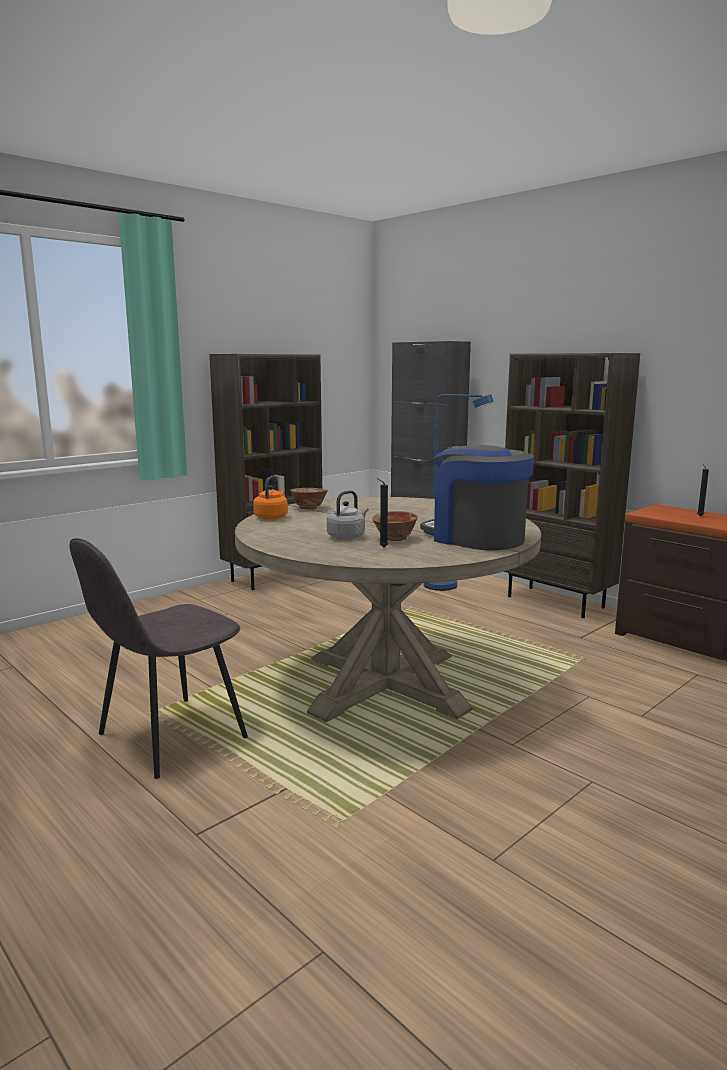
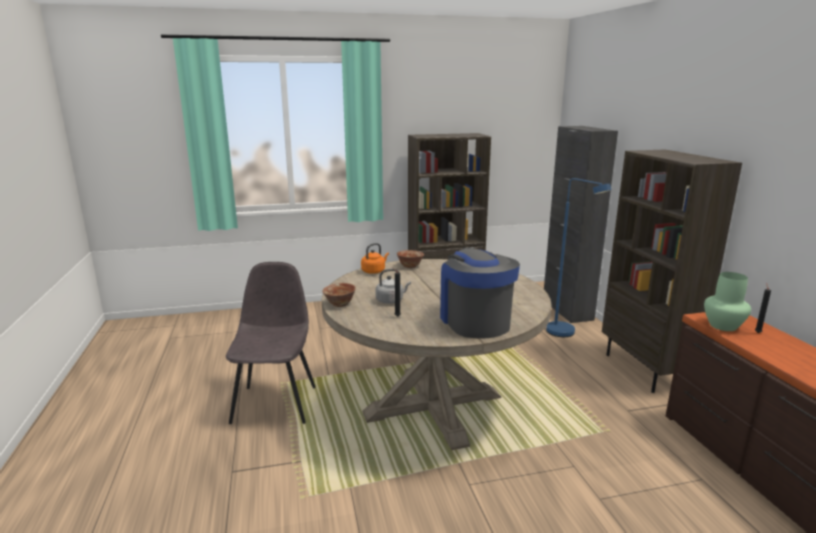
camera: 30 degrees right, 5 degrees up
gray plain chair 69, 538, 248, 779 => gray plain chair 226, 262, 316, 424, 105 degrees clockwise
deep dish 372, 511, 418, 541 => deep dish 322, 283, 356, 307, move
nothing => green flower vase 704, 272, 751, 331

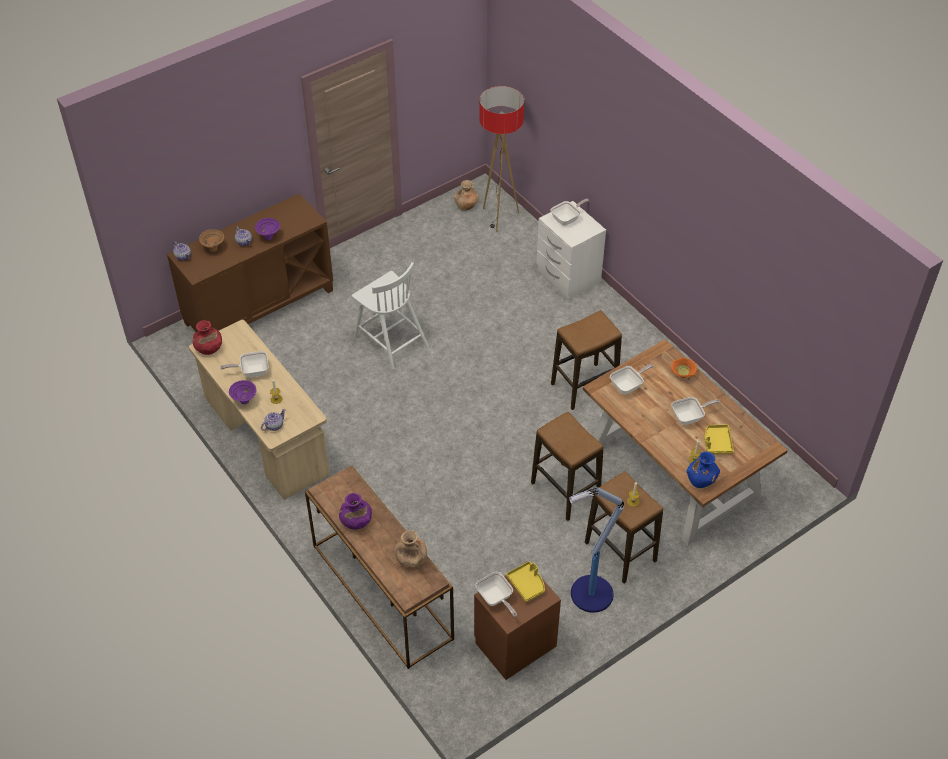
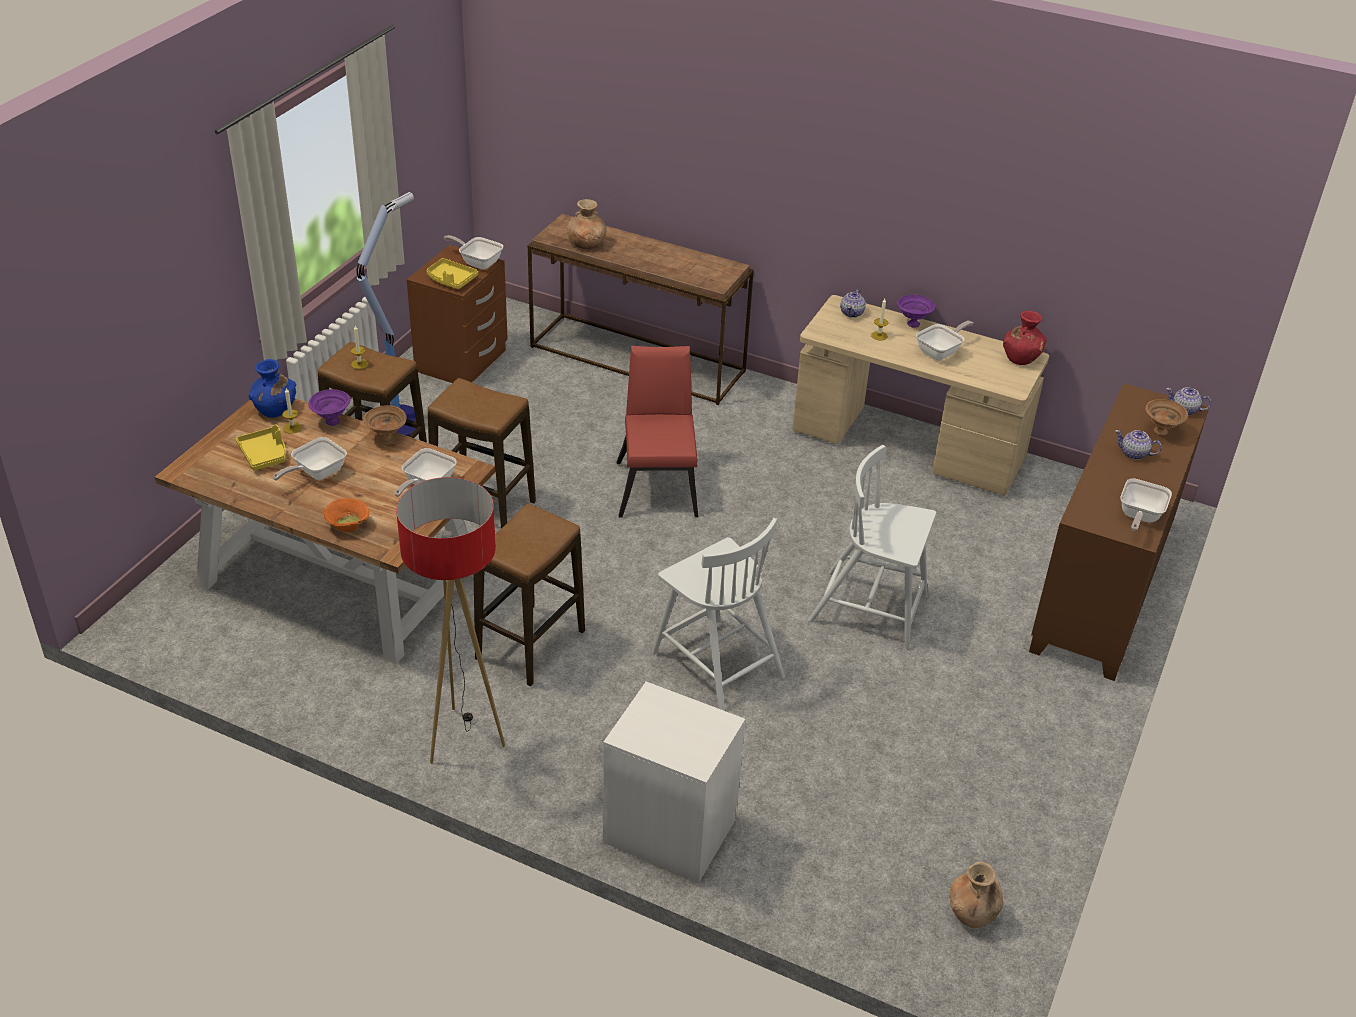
camera: 150 degrees right, 10 degrees down
purple-coloured deep dish 255, 218, 280, 240 => purple-coloured deep dish 308, 389, 351, 426, move
nothing => brownish deep dish 363, 405, 407, 442
standard lamp 479, 86, 524, 232 => standard lamp 396, 477, 505, 764, move
nothing => red-coloured plain chair 617, 346, 698, 518
nothing => white-coloured plain chair 652, 518, 785, 711
pan 551, 199, 589, 226 => pan 1120, 478, 1172, 531, move
purple-coloured flower vase 339, 493, 372, 530 => nothing

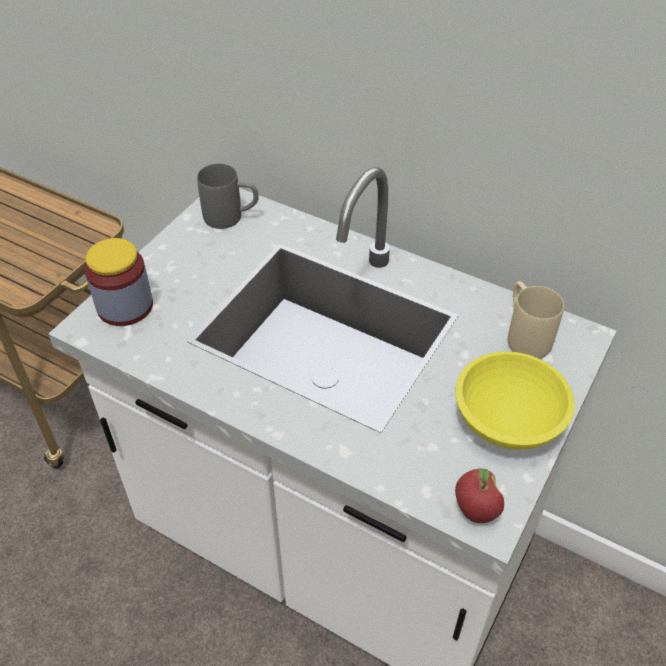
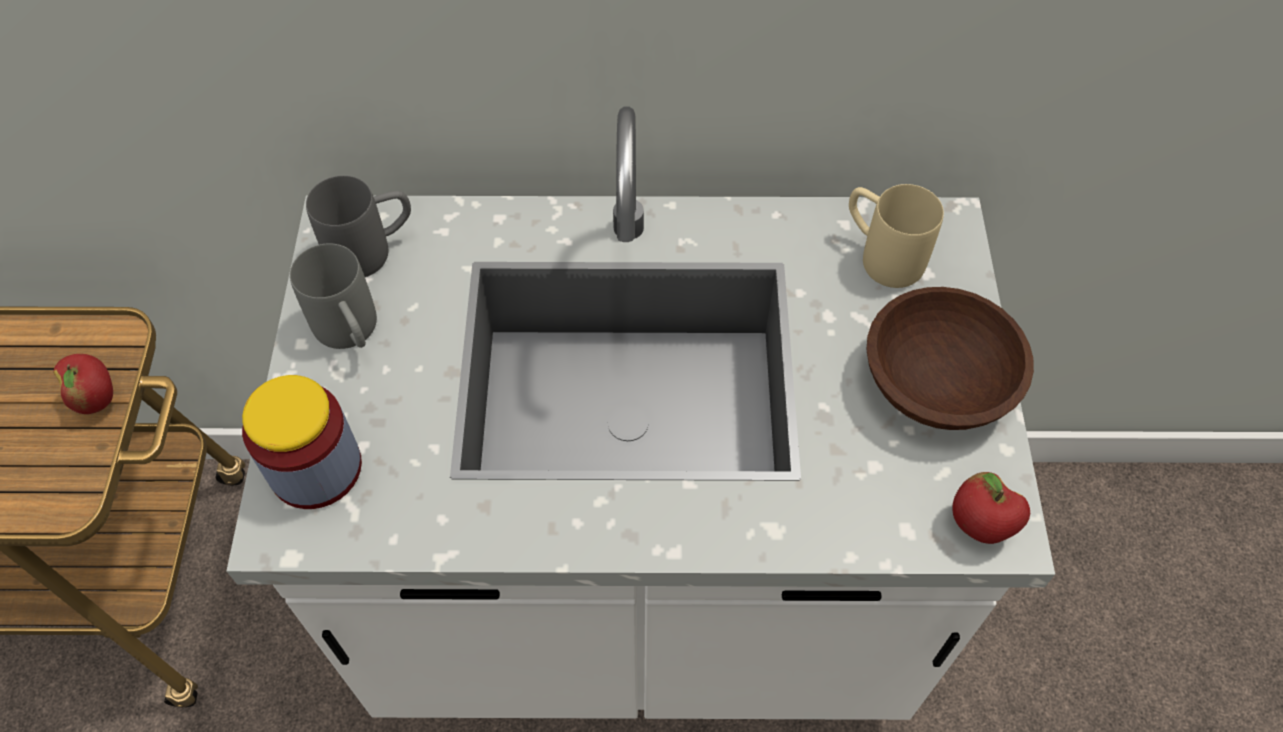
camera: 30 degrees left, 10 degrees up
nothing => whole apple 53, 354, 113, 414
nothing => gray mug 290, 243, 377, 349
yellow deep dish 456, 351, 575, 450 => brownish deep dish 866, 287, 1034, 430

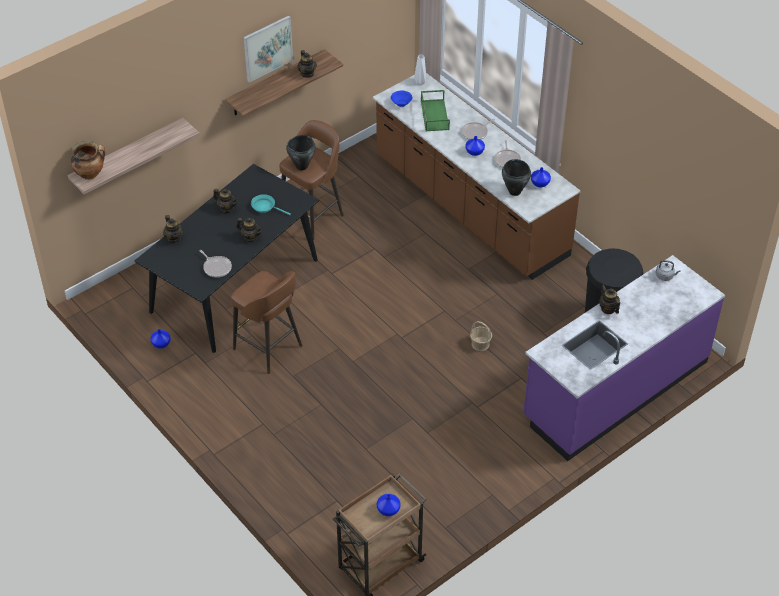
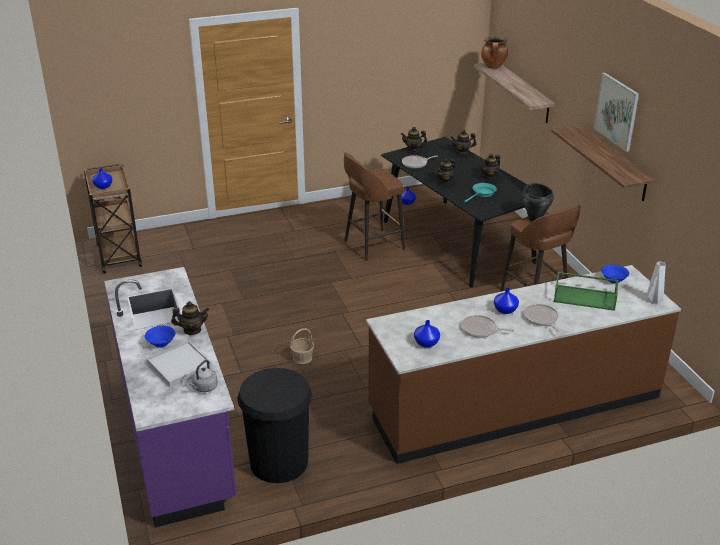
camera: 110 degrees right, 15 degrees down
nothing => blue-coloured deep dish 145, 326, 176, 348
nothing => white-coloured tray 147, 341, 212, 388
teapot 297, 50, 317, 78 => teapot 401, 127, 427, 152, move
black cooking pot 502, 159, 531, 196 => nothing

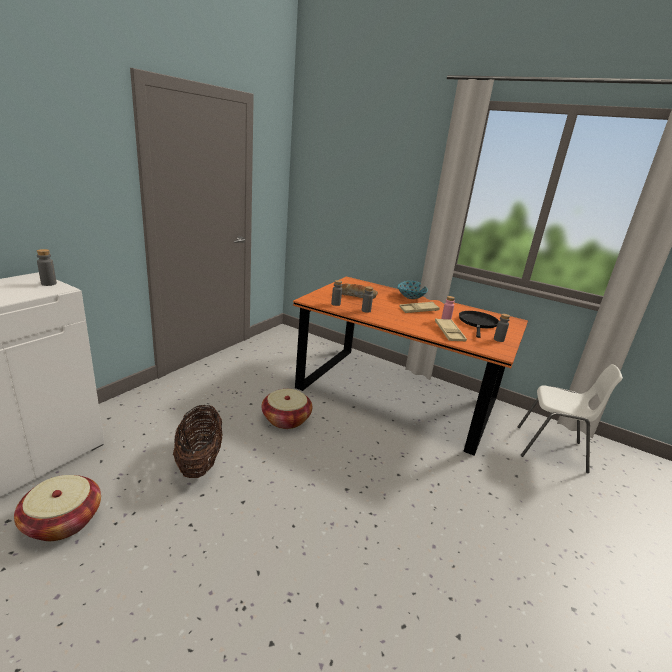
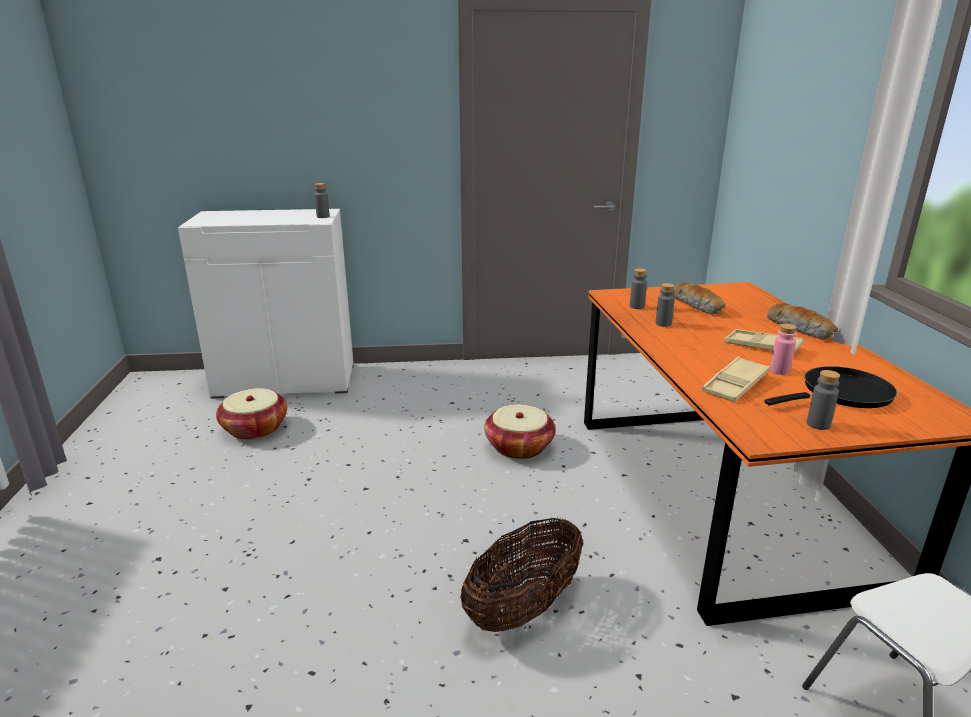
camera: 55 degrees right, 0 degrees up
household basket 173, 404, 222, 478 => household basket 460, 517, 583, 632, move
deep dish 398, 281, 428, 299 => bread 767, 303, 838, 339

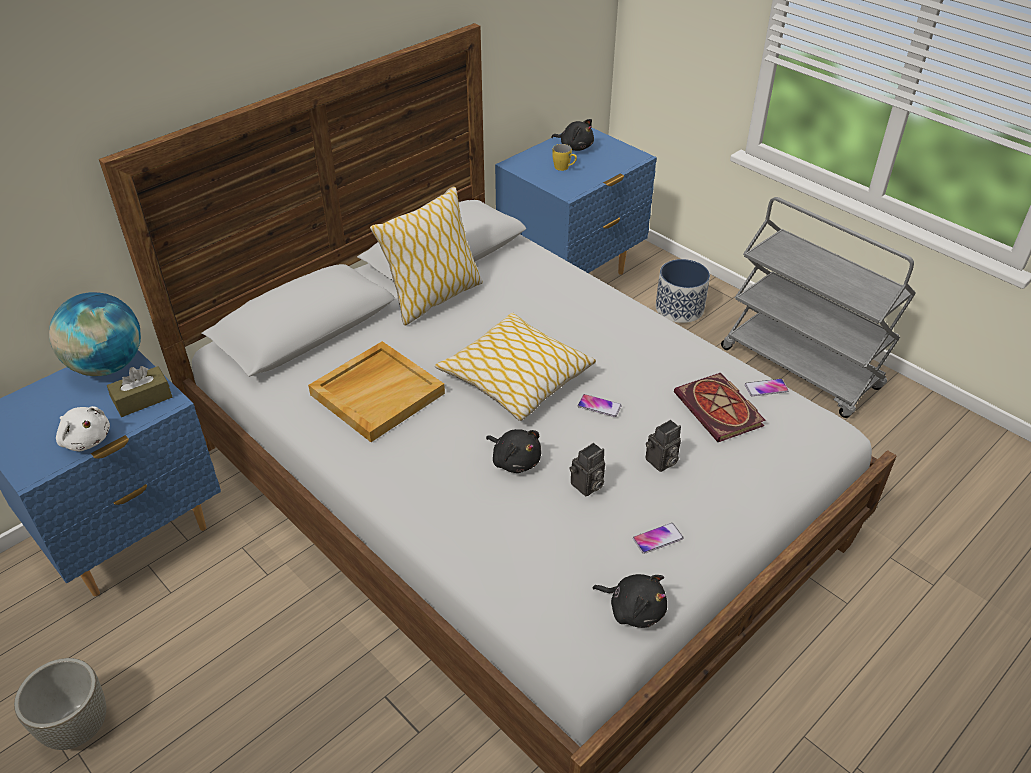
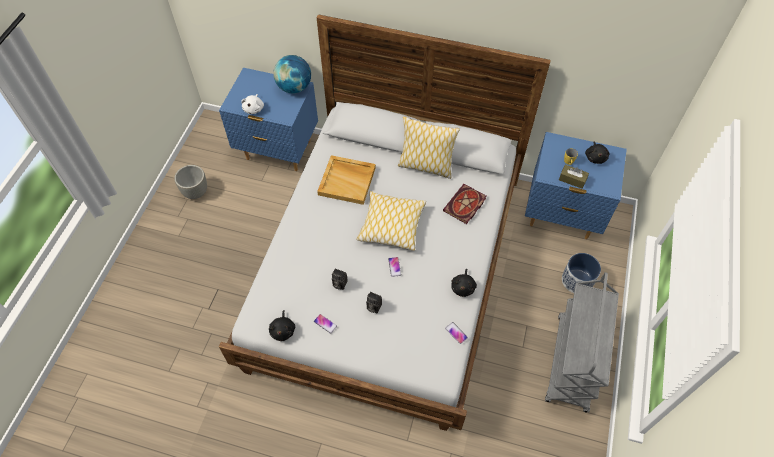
camera: 60 degrees right, 15 degrees up
book 674, 373, 766, 442 => book 443, 184, 487, 224, move
black soft toy 486, 429, 541, 473 => black soft toy 451, 269, 477, 297, move
brownish box of tissues 107, 366, 172, 417 => brownish box of tissues 559, 165, 589, 189, move

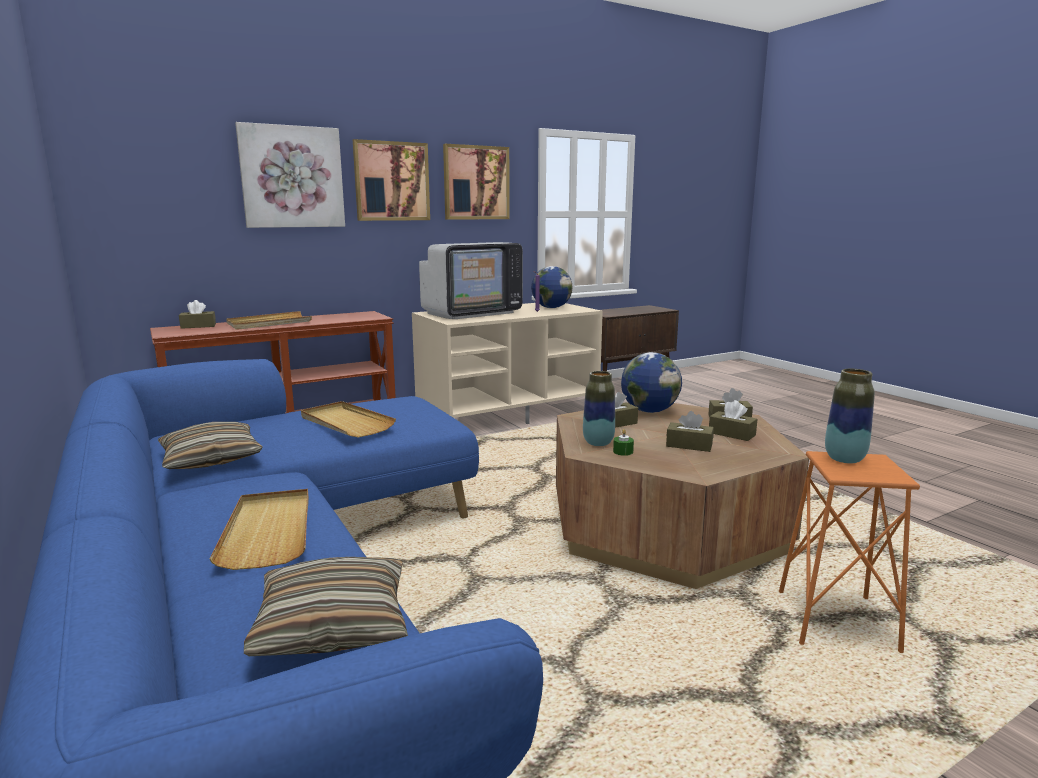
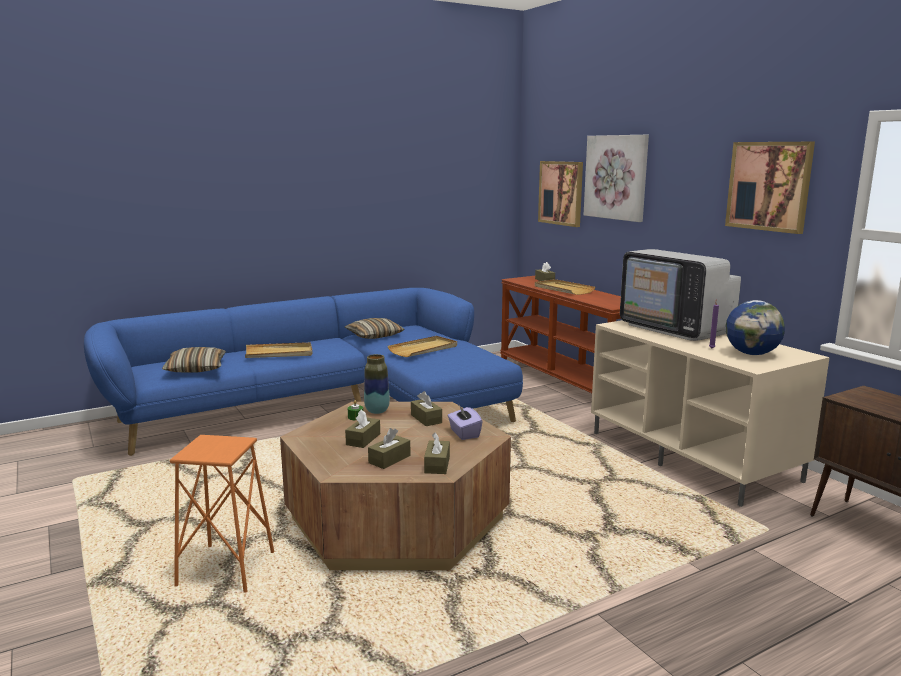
camera: 90 degrees right, 0 degrees up
desk globe 621, 352, 682, 413 => purple-coloured box of tissues 448, 403, 483, 440
wall art 353, 139, 430, 221 => wall art 538, 161, 583, 227, move
flower vase 825, 369, 875, 463 => nothing

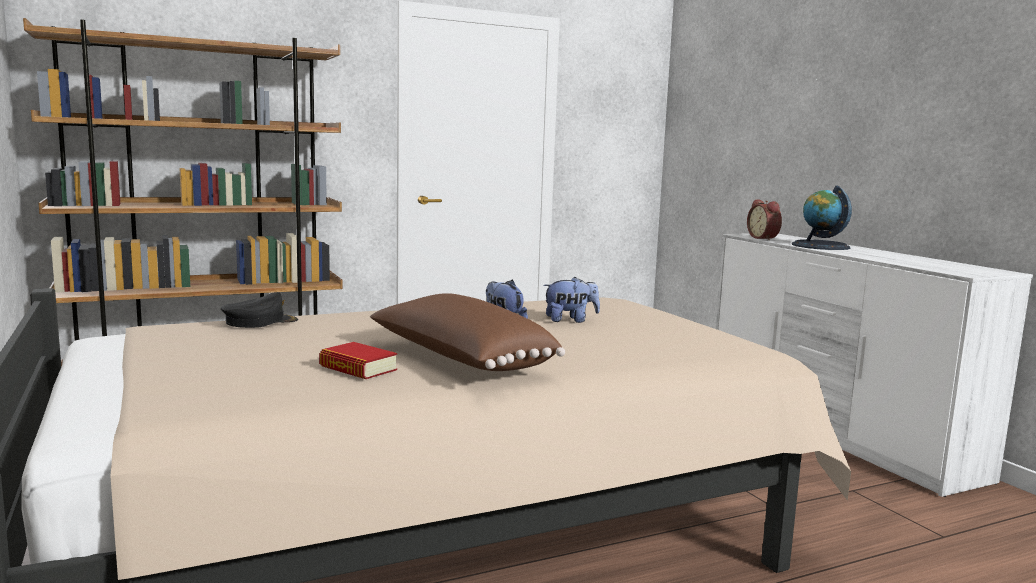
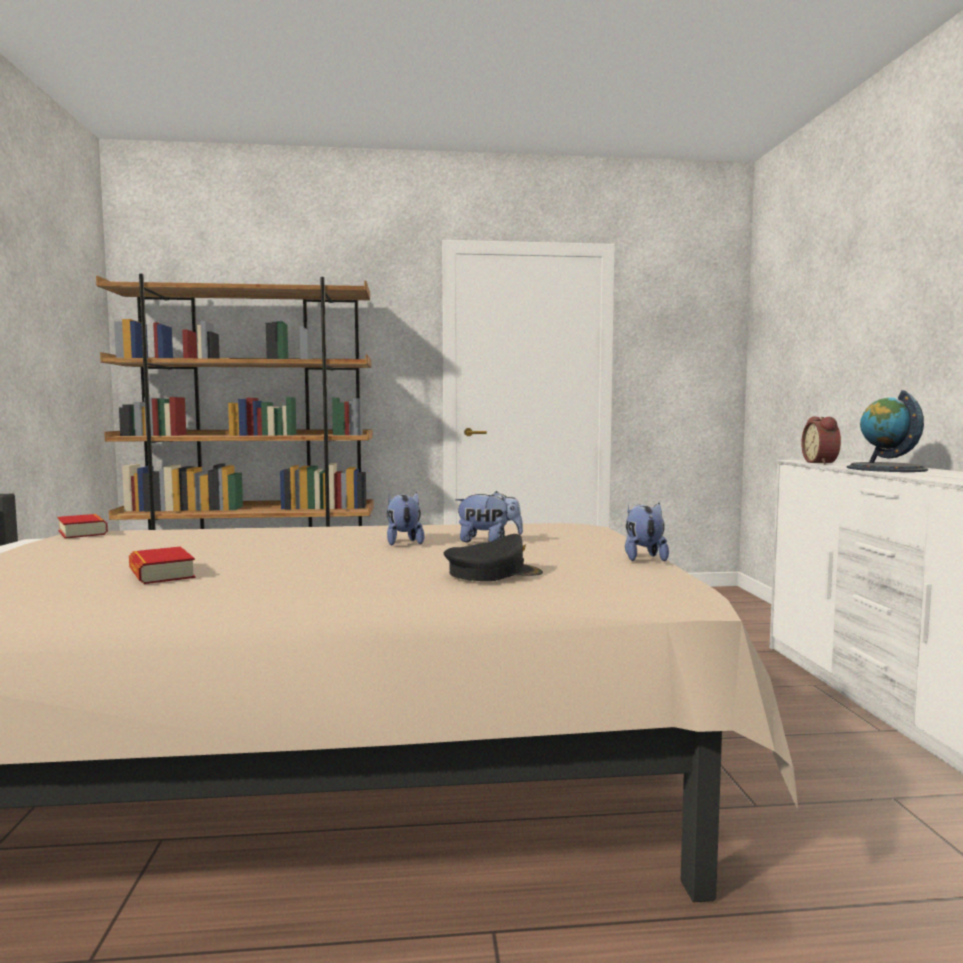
camera: 20 degrees right, 5 degrees down
nothing => book 58, 514, 108, 539
black baseball cap 221, 292, 298, 328 => black baseball cap 444, 534, 543, 581, move
nothing => soft toy 625, 503, 669, 561
brownish cushion 370, 293, 565, 371 => nothing

